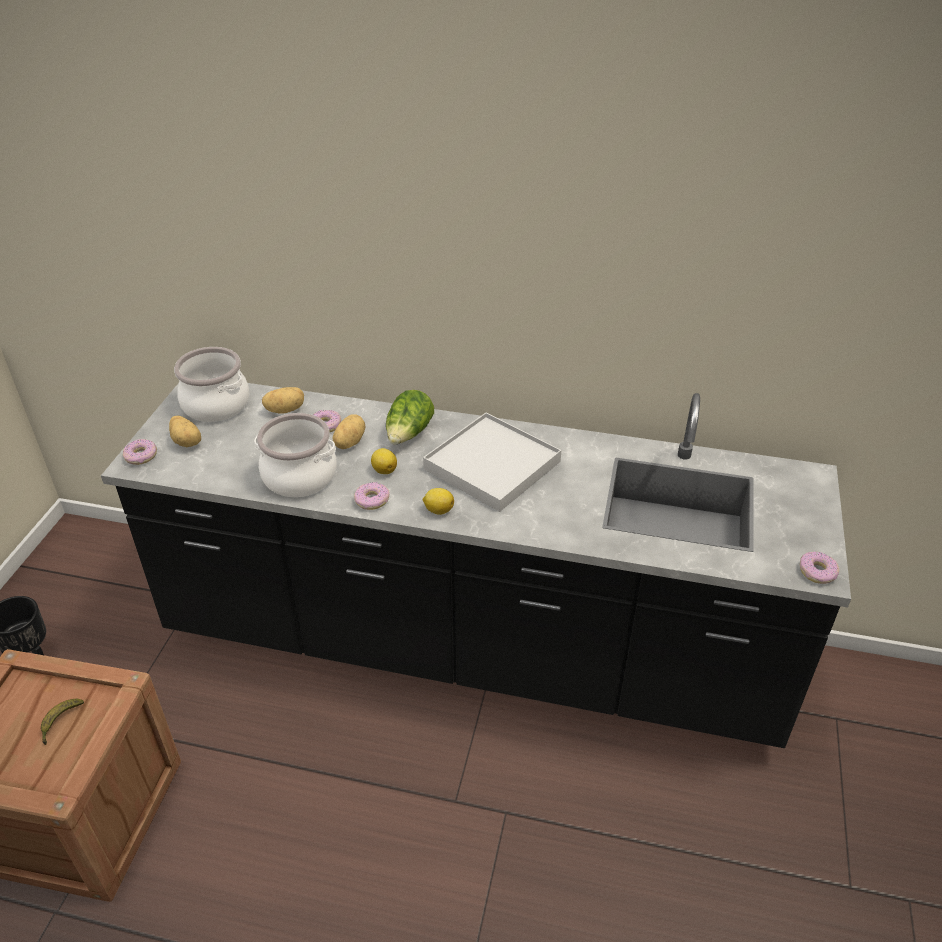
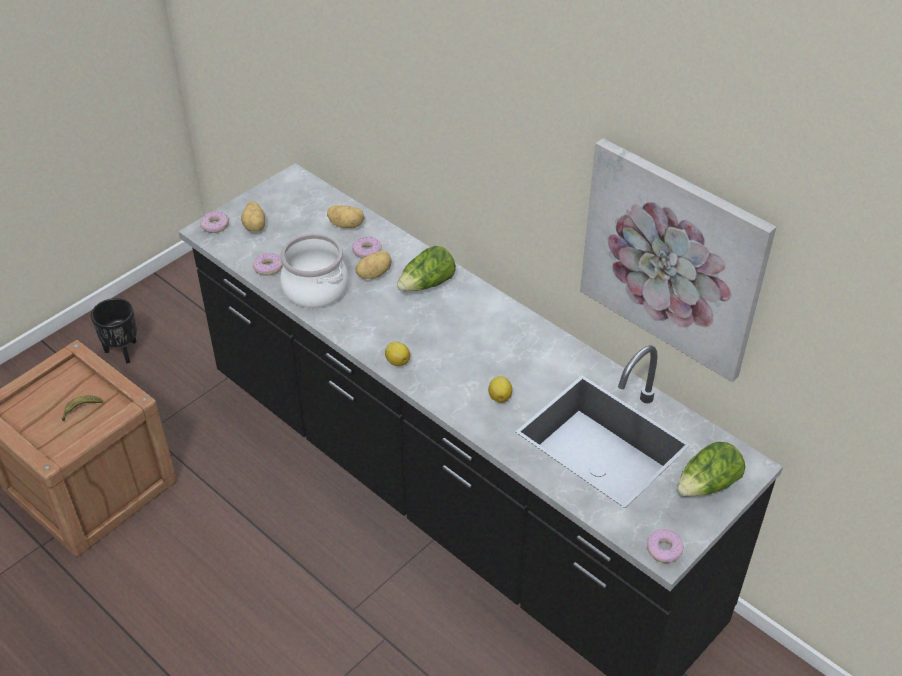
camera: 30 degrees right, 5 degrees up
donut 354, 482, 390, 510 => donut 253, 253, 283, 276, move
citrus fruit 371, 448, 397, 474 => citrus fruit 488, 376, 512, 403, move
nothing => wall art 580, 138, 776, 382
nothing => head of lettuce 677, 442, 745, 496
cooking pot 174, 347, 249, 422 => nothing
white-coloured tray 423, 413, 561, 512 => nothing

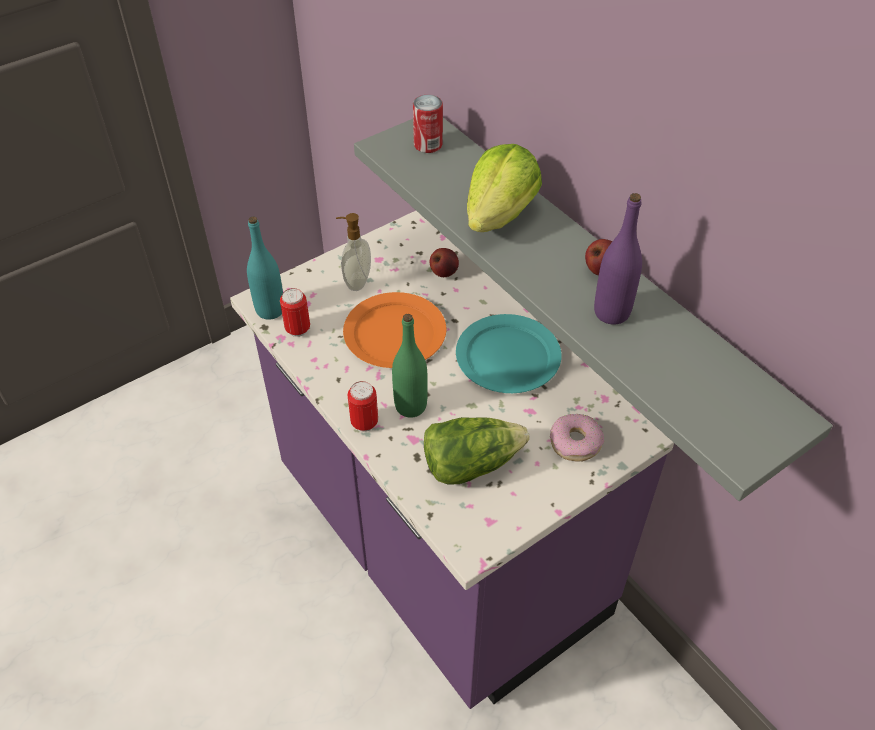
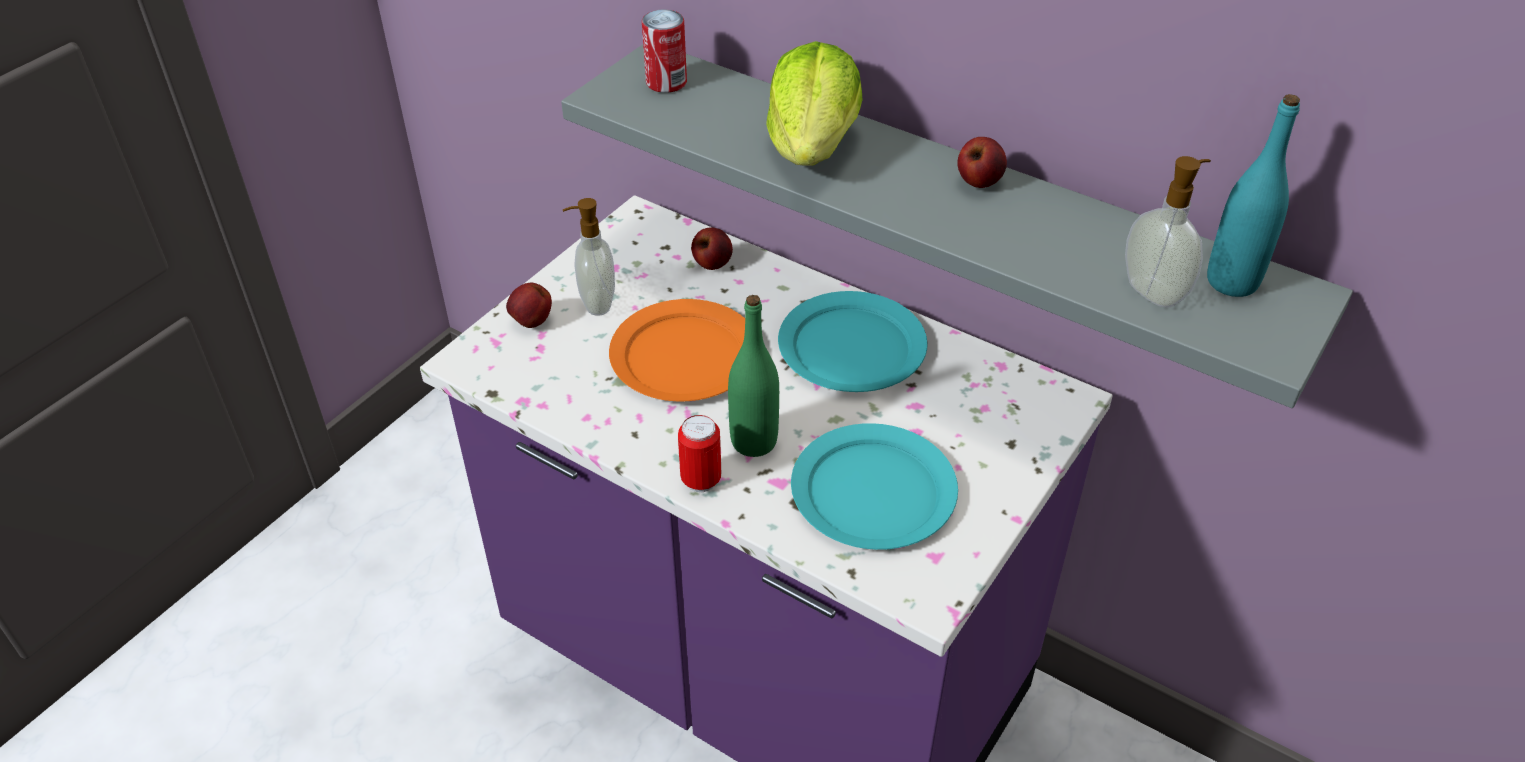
camera: 20 degrees left, 5 degrees down
nothing => whole apple 506, 283, 552, 328
head of lettuce 424, 417, 529, 485 => turquoise-coloured flat dish 791, 423, 958, 550
nothing => soap bottle 1125, 156, 1211, 307
turquoise-coloured drink bottle 247, 217, 283, 320 => turquoise-coloured drink bottle 1207, 94, 1300, 297, move
can 280, 288, 310, 337 => nothing
donut 550, 414, 604, 461 => nothing
purple-coloured drink bottle 594, 193, 642, 325 => nothing

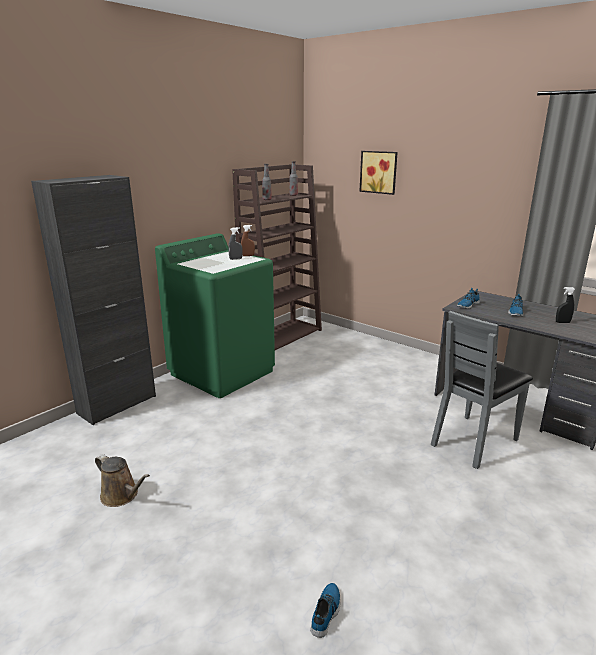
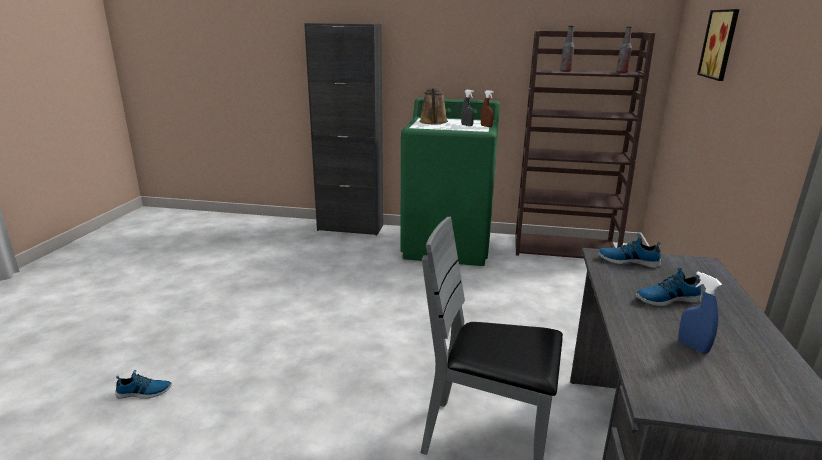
camera: 60 degrees right, 0 degrees up
brownish watering pot 95, 454, 150, 507 => brownish watering pot 419, 88, 448, 125, move
black hand sprayer 556, 287, 575, 323 => blue-coloured hand sprayer 678, 272, 722, 354

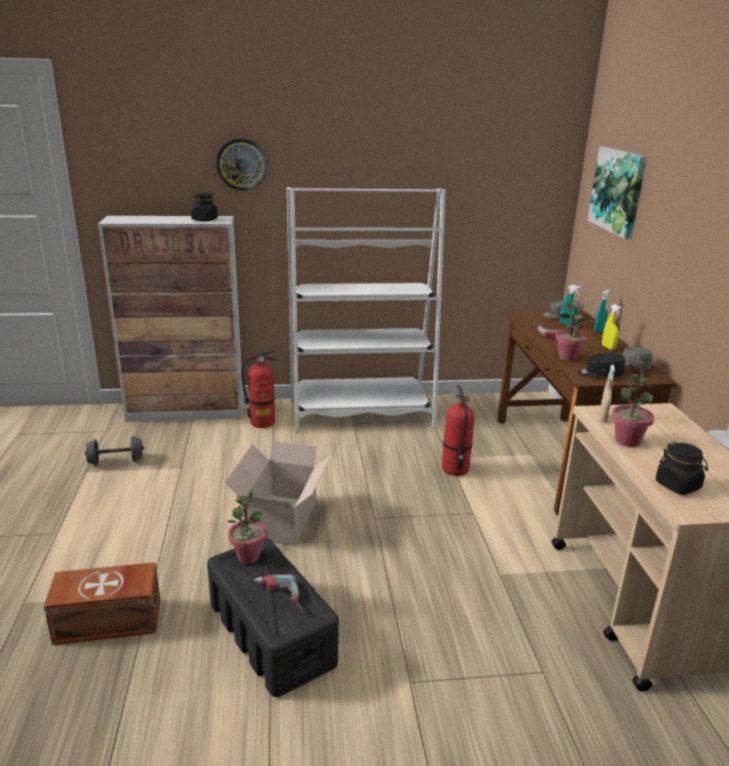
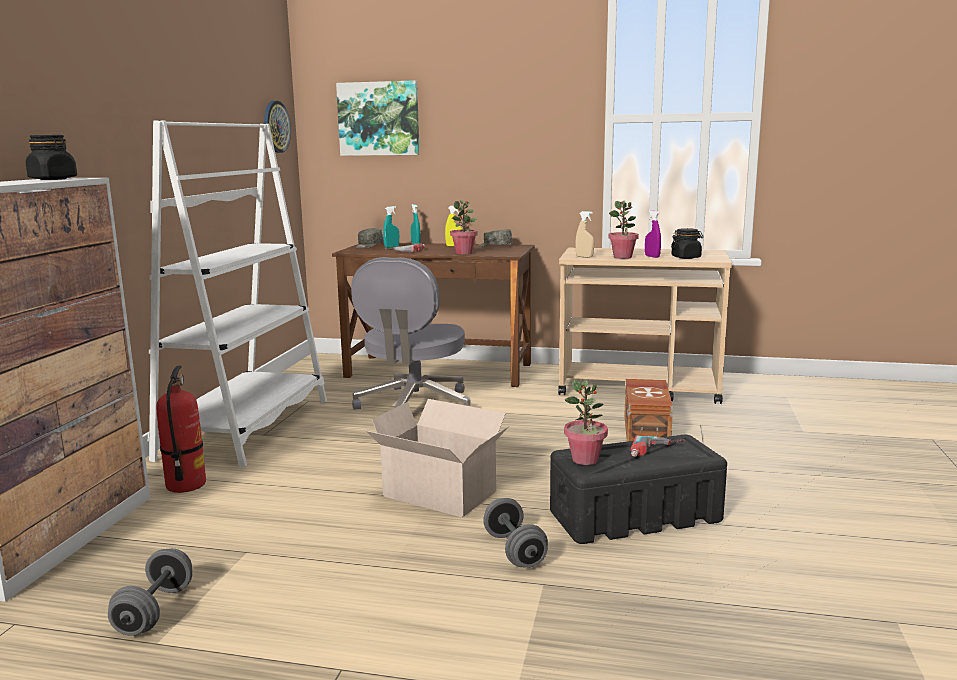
camera: 70 degrees left, 10 degrees down
wall clock 216, 138, 267, 191 => wall clock 264, 101, 291, 153, move
extinguisher 442, 385, 474, 476 => gray computer chair 351, 257, 470, 410
nothing => gray free weight 483, 498, 548, 568
brownish storage bin 44, 562, 160, 645 => brownish storage bin 624, 379, 673, 442, move
nothing => purple-coloured hand sprayer 645, 210, 661, 258
black baseball cap 578, 353, 625, 378 => nothing

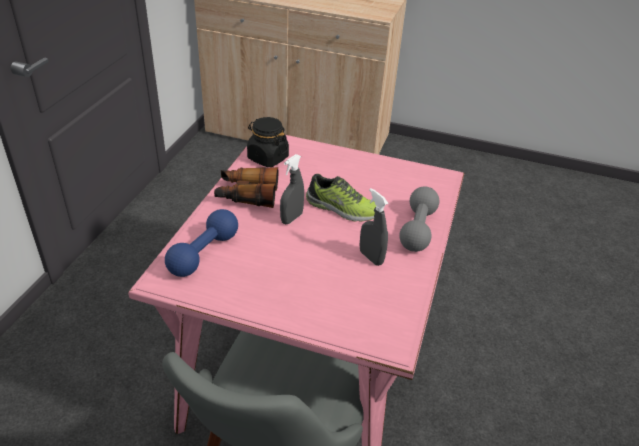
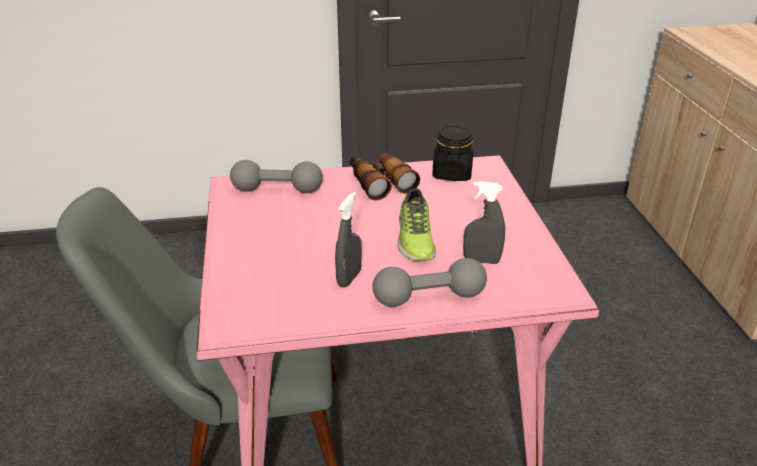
camera: 65 degrees right, 5 degrees down
blue-coloured free weight 165, 209, 238, 277 => gray free weight 230, 160, 323, 193
gray hand sprayer 280, 154, 304, 224 => gray hand sprayer 463, 181, 505, 264, move

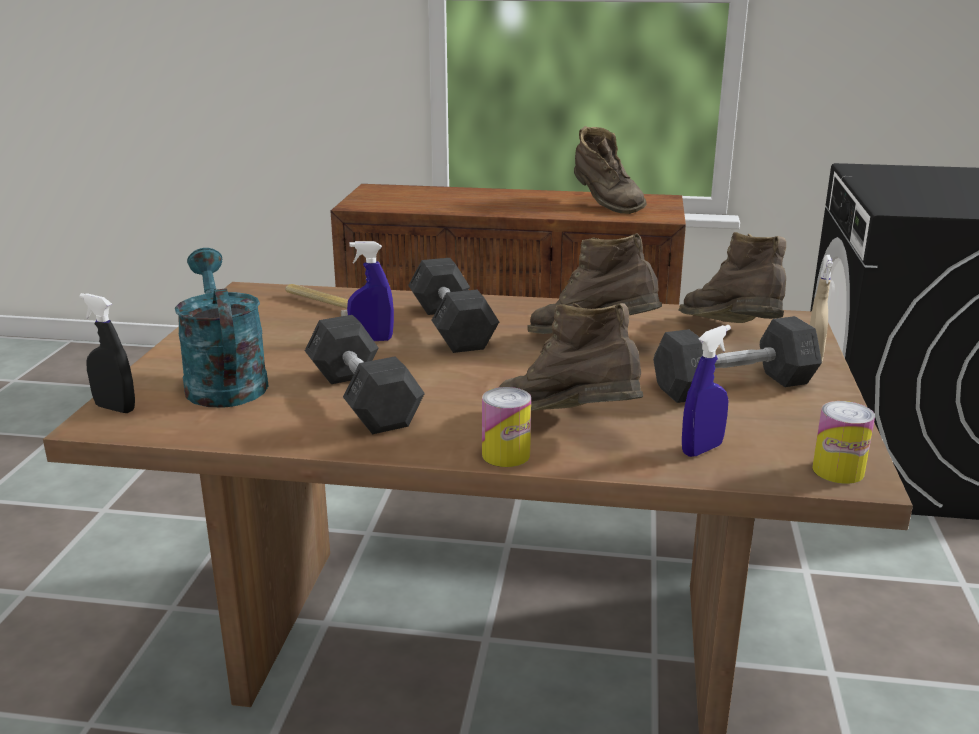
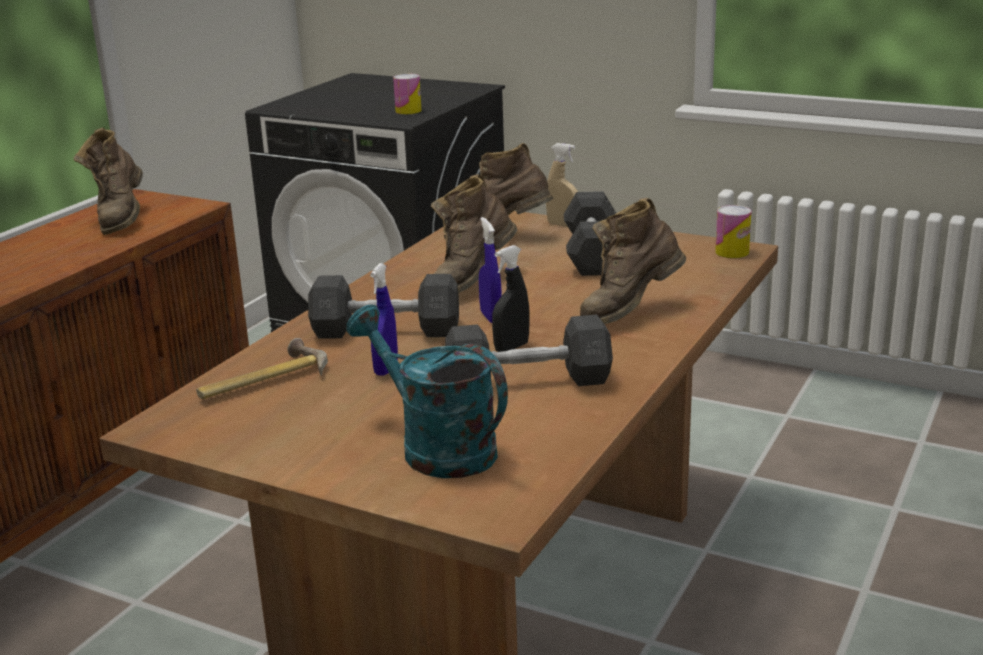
camera: 70 degrees left, 0 degrees up
brownish boot 574, 126, 647, 214 => brownish boot 74, 128, 143, 235, 105 degrees clockwise
turquoise-coloured watering pot 175, 248, 268, 408 => turquoise-coloured watering pot 346, 305, 508, 478, 45 degrees clockwise
can 482, 387, 531, 467 => can 393, 74, 422, 114, move
blue-coloured hand sprayer 682, 325, 731, 457 => blue-coloured hand sprayer 479, 217, 502, 323, move
black hand sprayer 79, 293, 135, 413 => black hand sprayer 492, 245, 530, 352, move

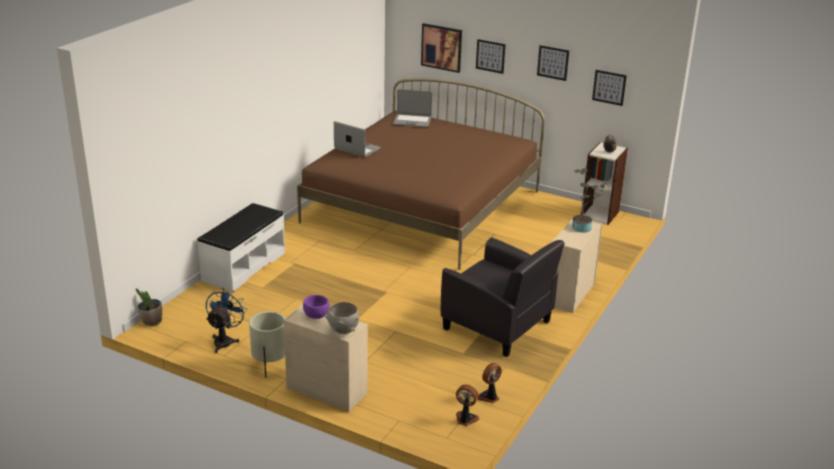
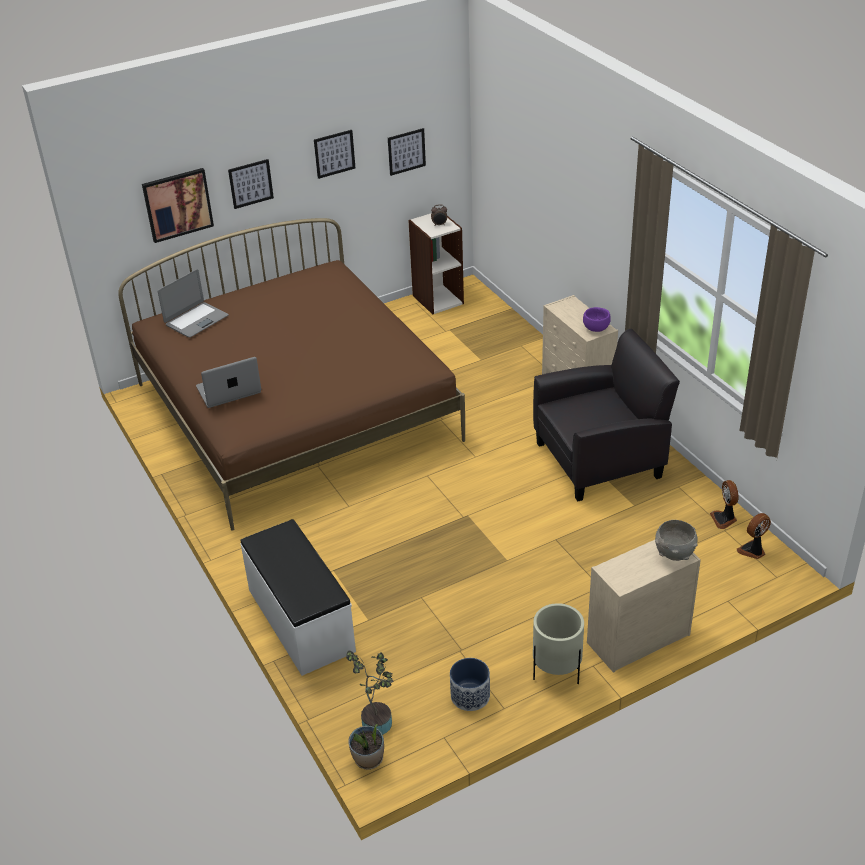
camera: 55 degrees left, 10 degrees up
plant in a pot 572, 167, 607, 233 => plant in a pot 346, 650, 393, 734, move
blue-coloured electric fan 206, 288, 247, 353 => planter 450, 658, 490, 711
purple-coloured deep dish 303, 295, 330, 319 => purple-coloured deep dish 583, 307, 611, 332, move

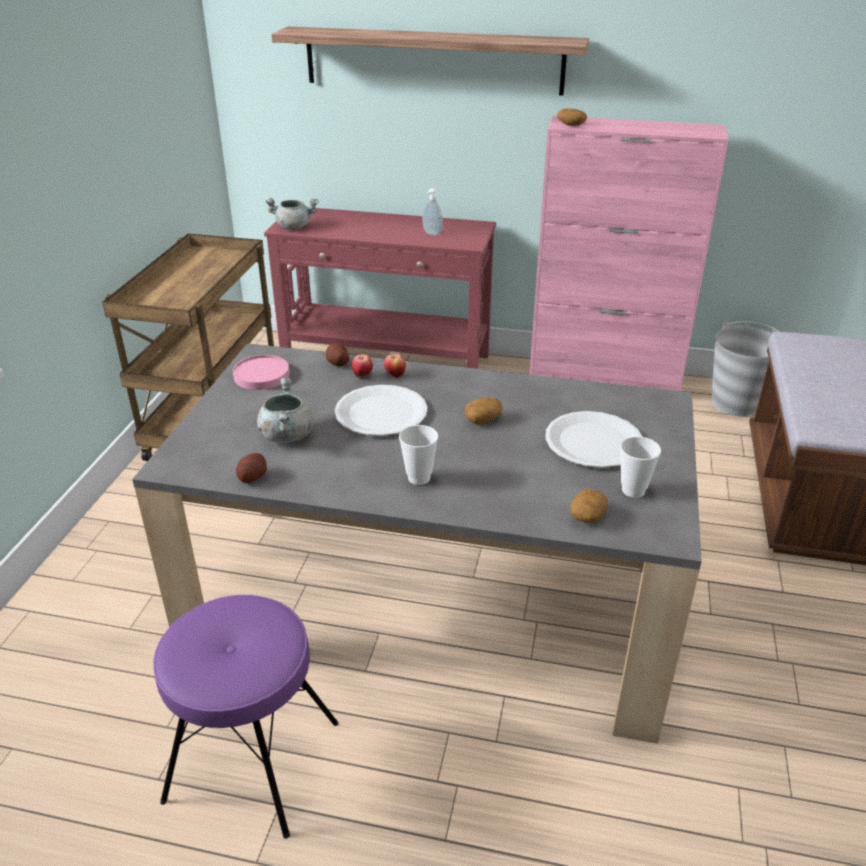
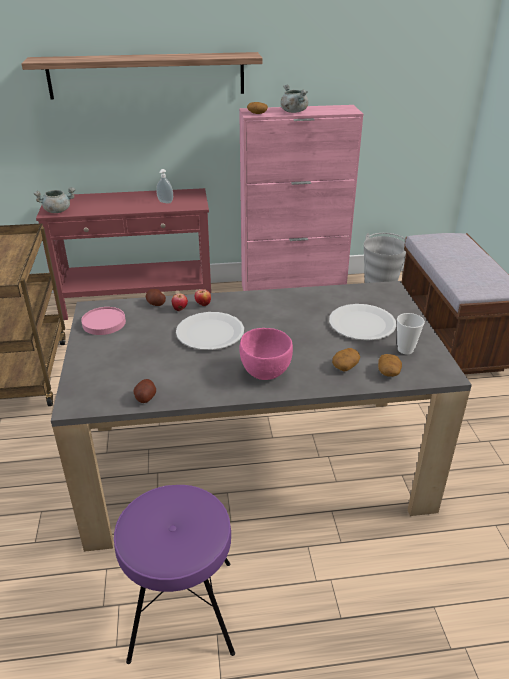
camera: 20 degrees left, 0 degrees up
drinking cup 399, 425, 438, 485 => pink-coloured deep dish 239, 328, 293, 380
gray cooking pot 257, 378, 314, 443 => gray cooking pot 281, 84, 308, 113, move
spud 464, 398, 503, 424 => spud 332, 348, 360, 372, move

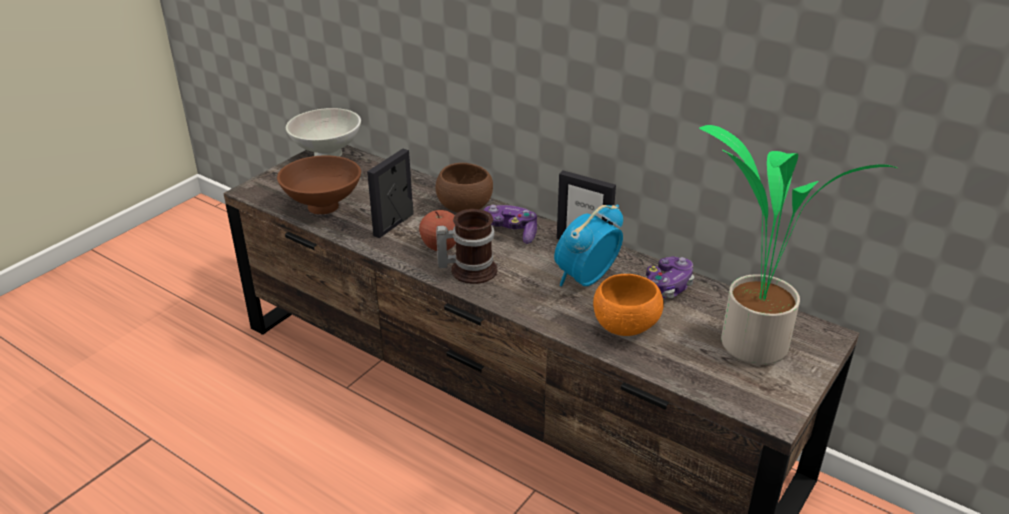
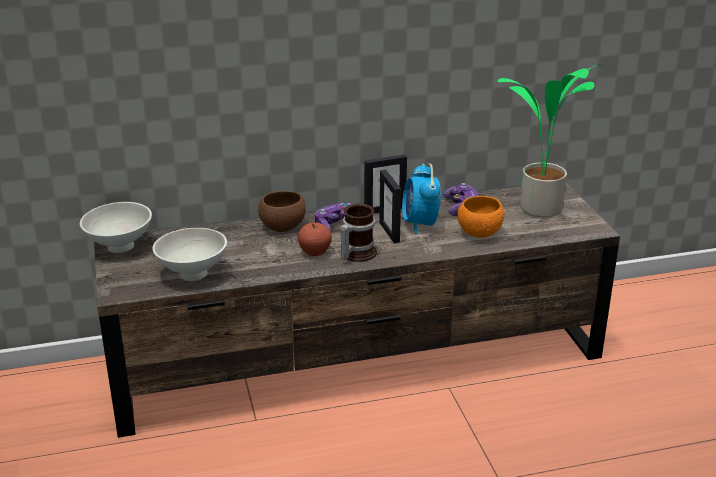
camera: 50 degrees left, 5 degrees down
brownish deep dish 277, 155, 361, 214 => white-coloured deep dish 152, 228, 227, 281
standing frame 367, 149, 414, 238 => standing frame 379, 170, 401, 243, move

